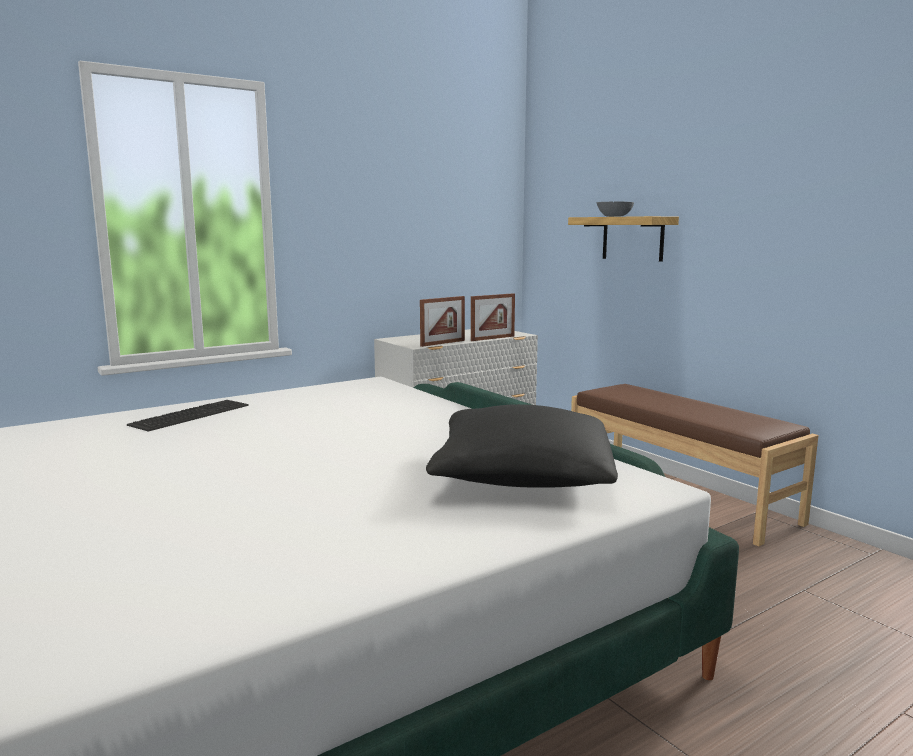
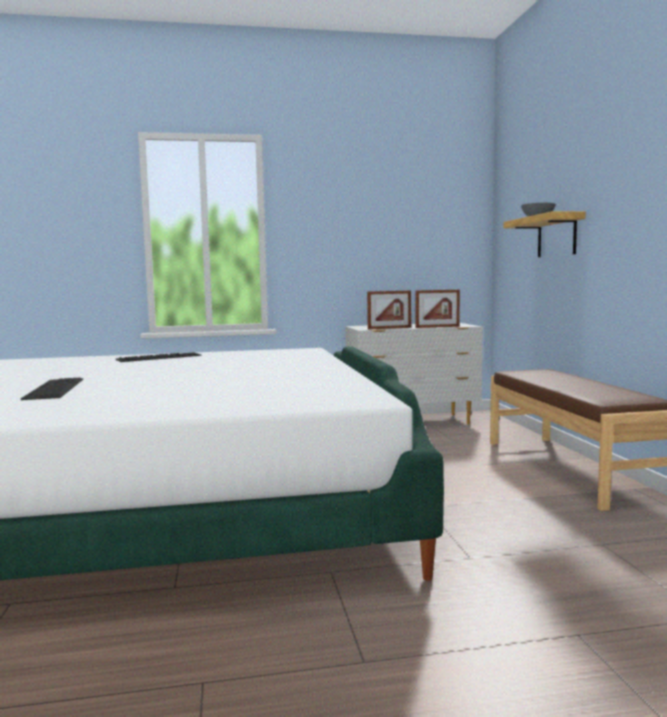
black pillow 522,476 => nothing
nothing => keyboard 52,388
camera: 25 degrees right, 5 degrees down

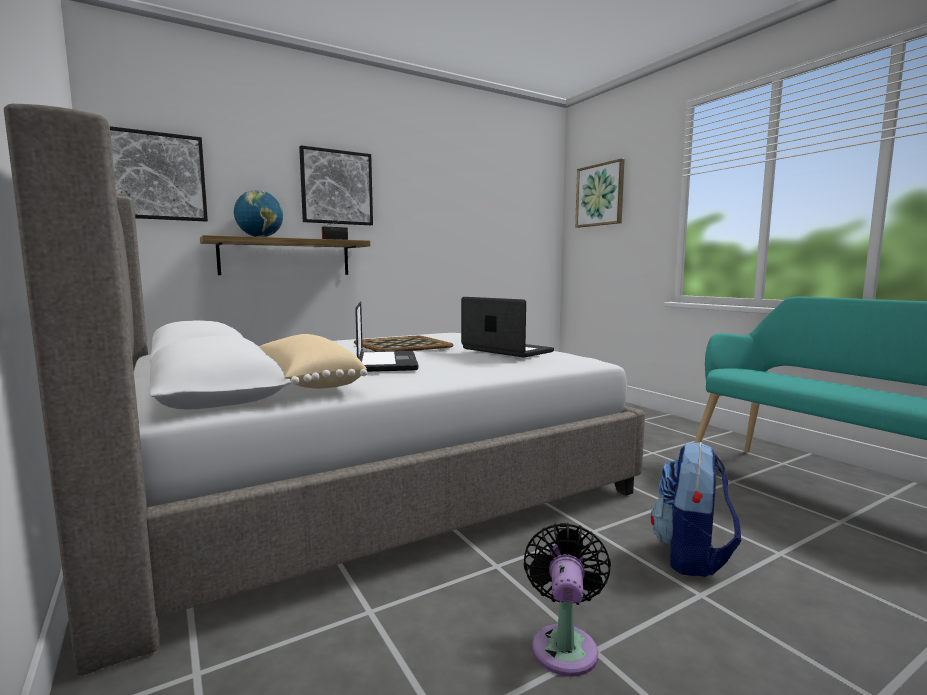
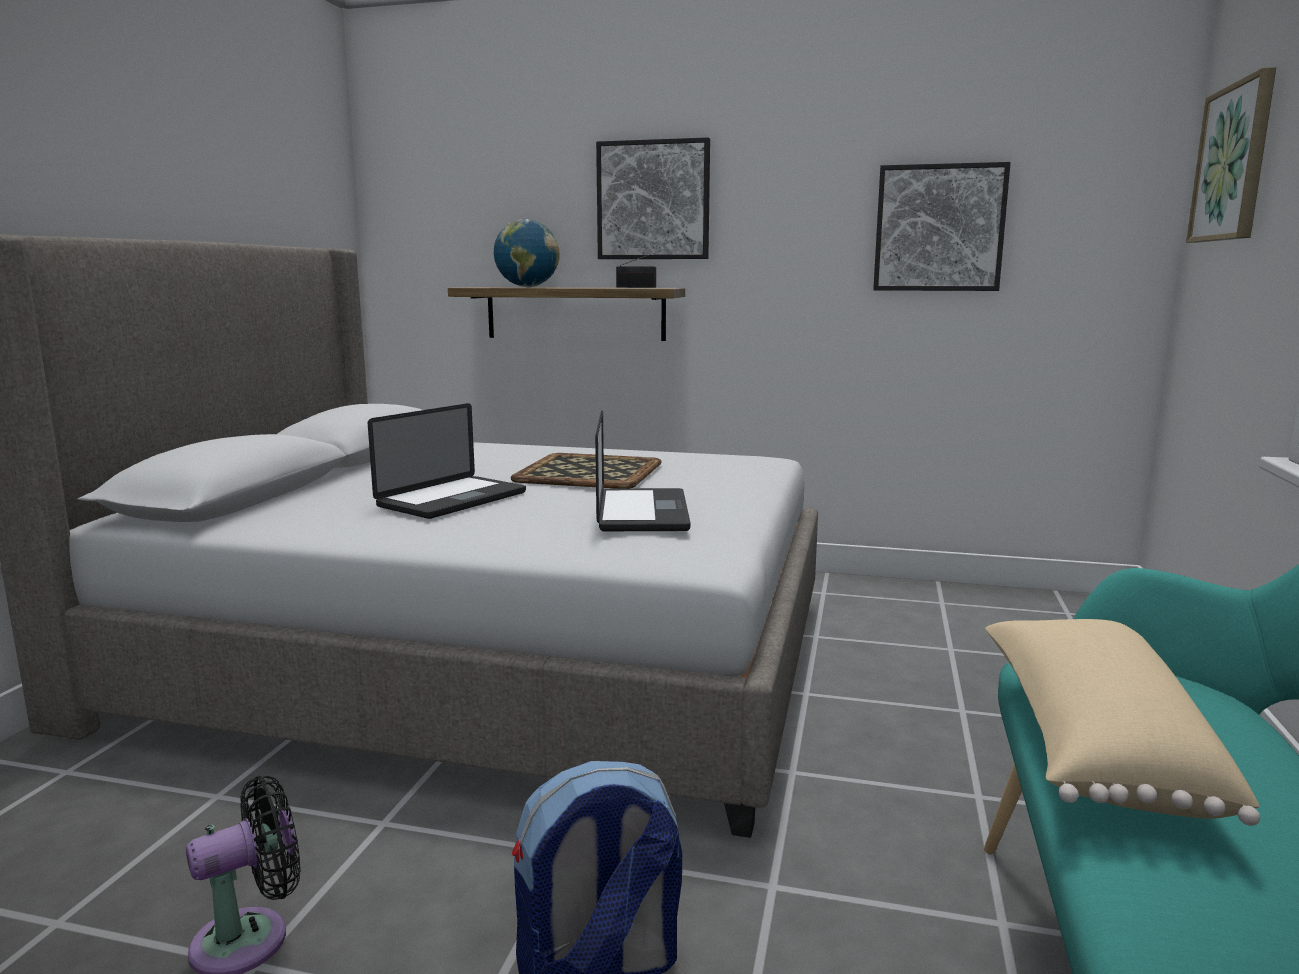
picture 157,176 => picture 939,228, relocated
beige pillow 304,382 => beige pillow 1090,745, relocated
camera: 45 degrees right, 5 degrees up

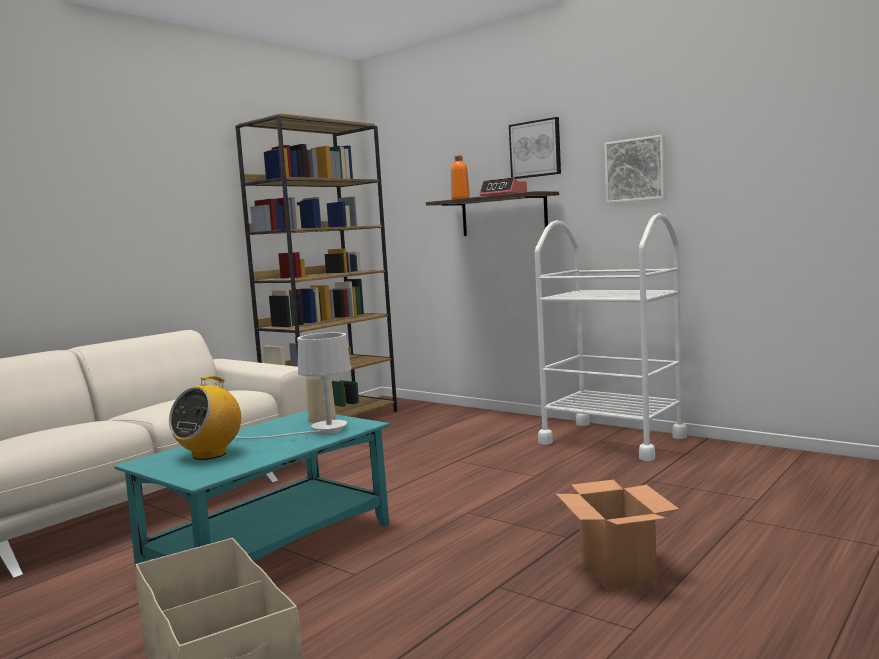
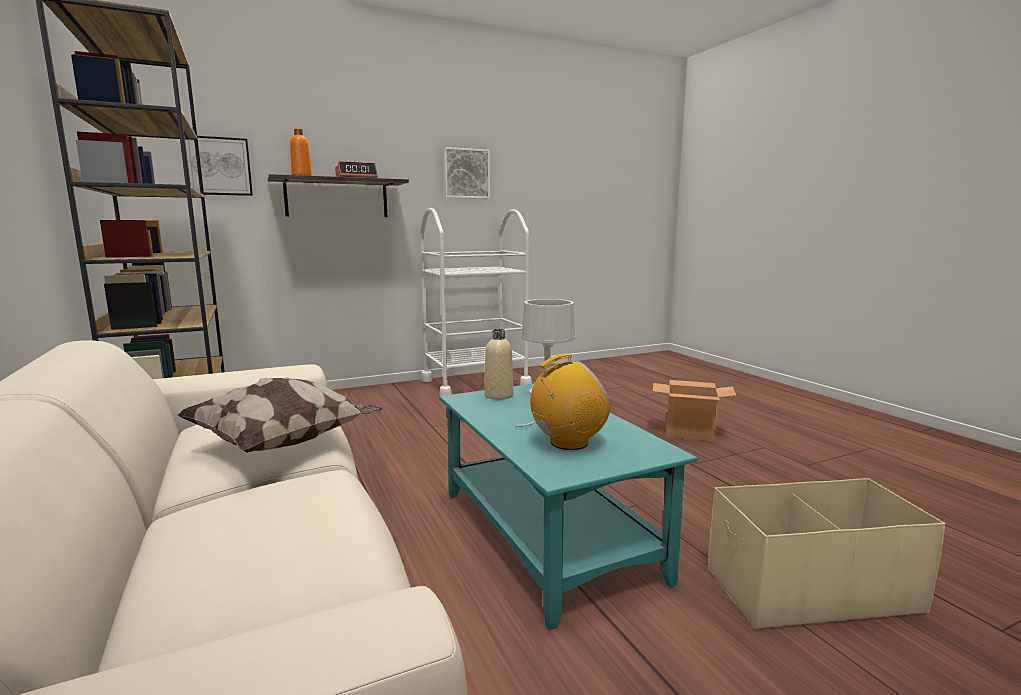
radio 210,454 => radio 568,442, 75 degrees counterclockwise
picture 535,149 => picture 218,166, relocated
nothing => pillow 285,443
camera: 65 degrees left, 5 degrees up

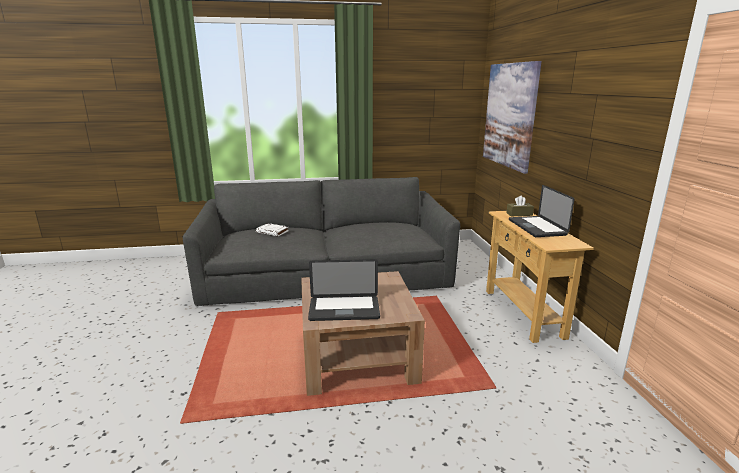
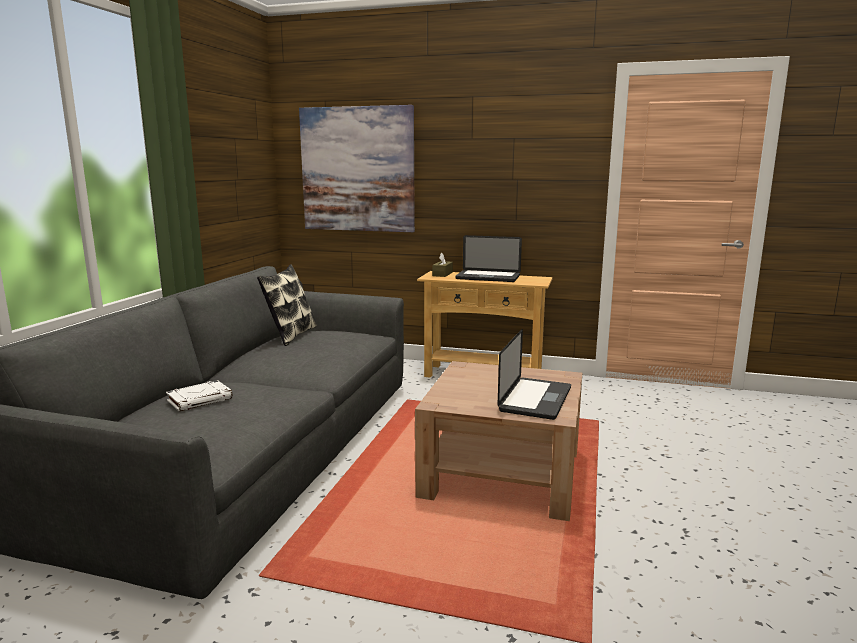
nothing => pillow 290,335
camera: 65 degrees left, 5 degrees down

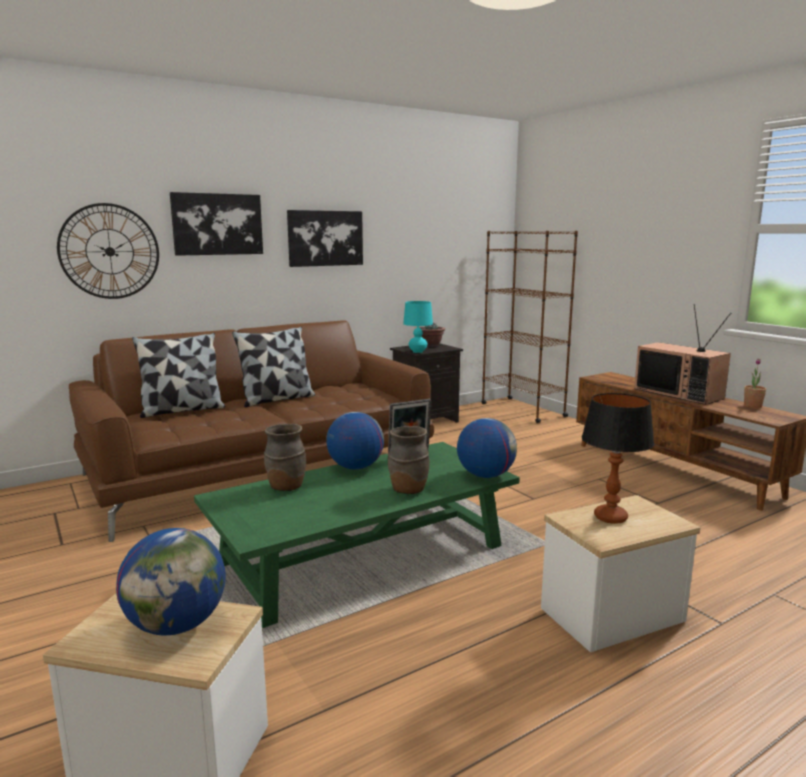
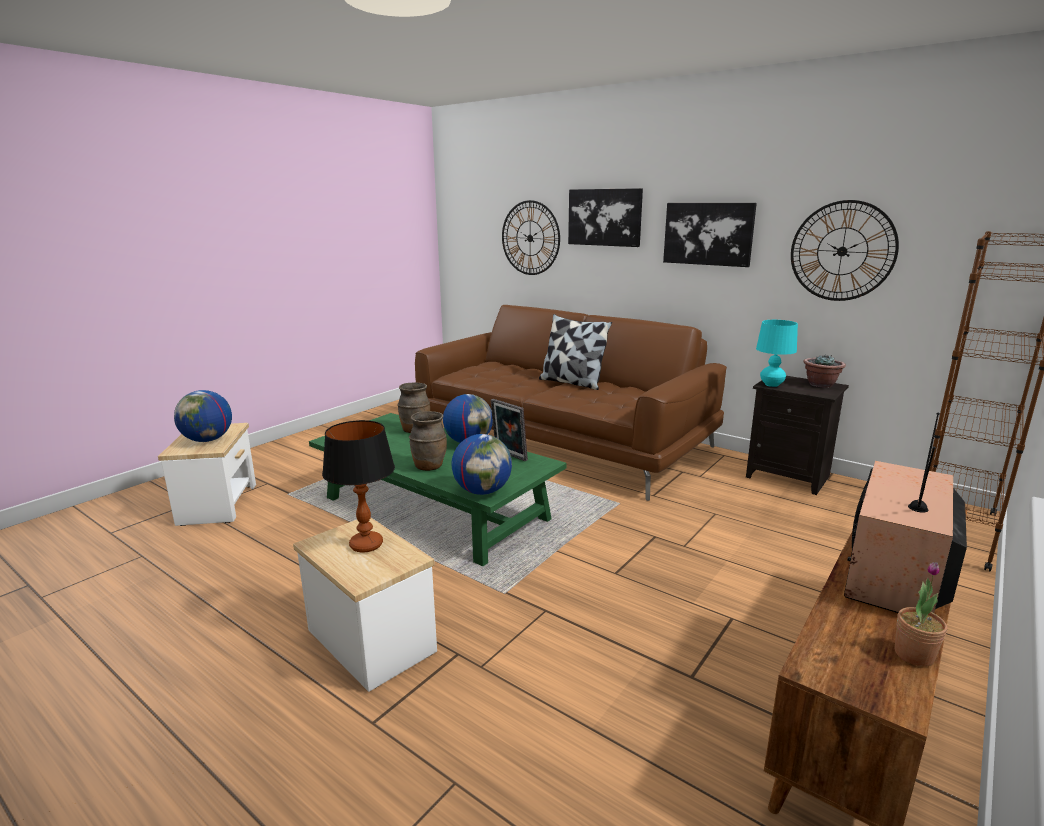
pillow 182,410 => nothing
nothing => wall clock 842,251
camera: 70 degrees right, 5 degrees up

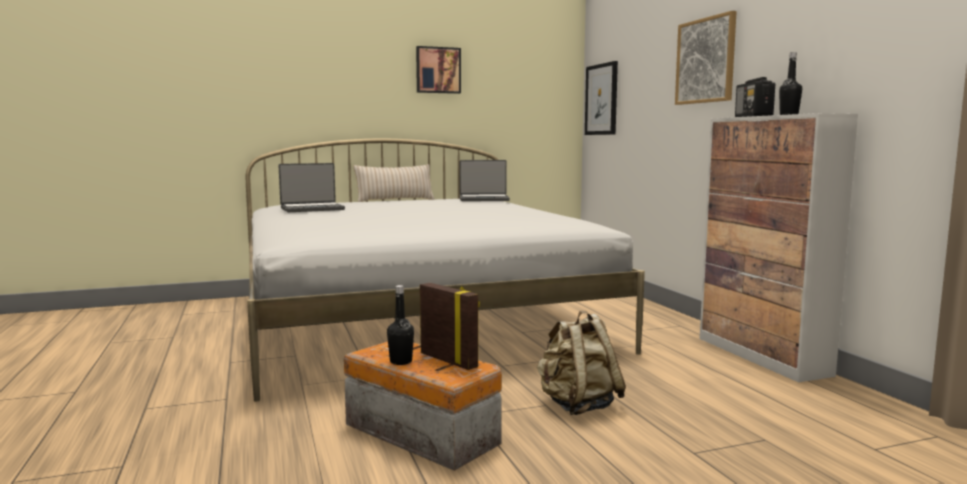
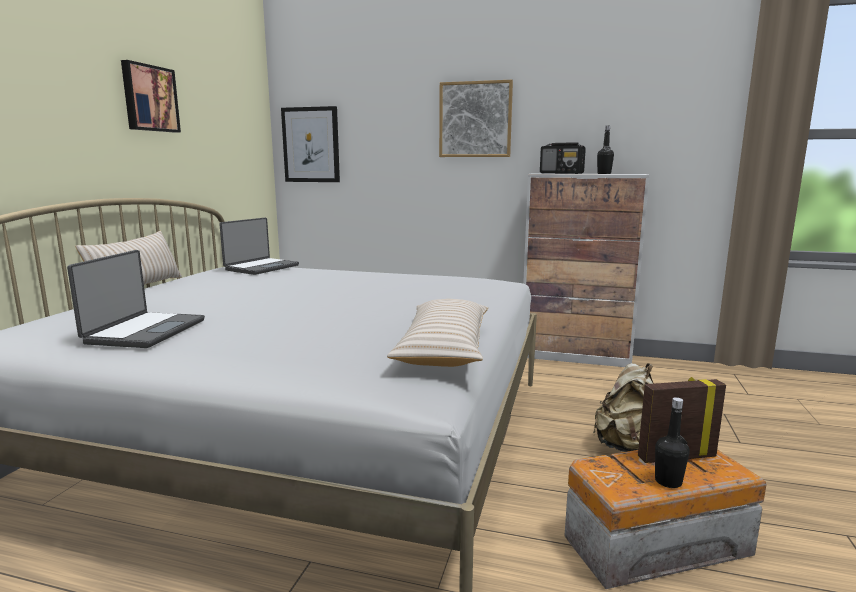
nothing => beige pillow 444,348
camera: 55 degrees left, 5 degrees up

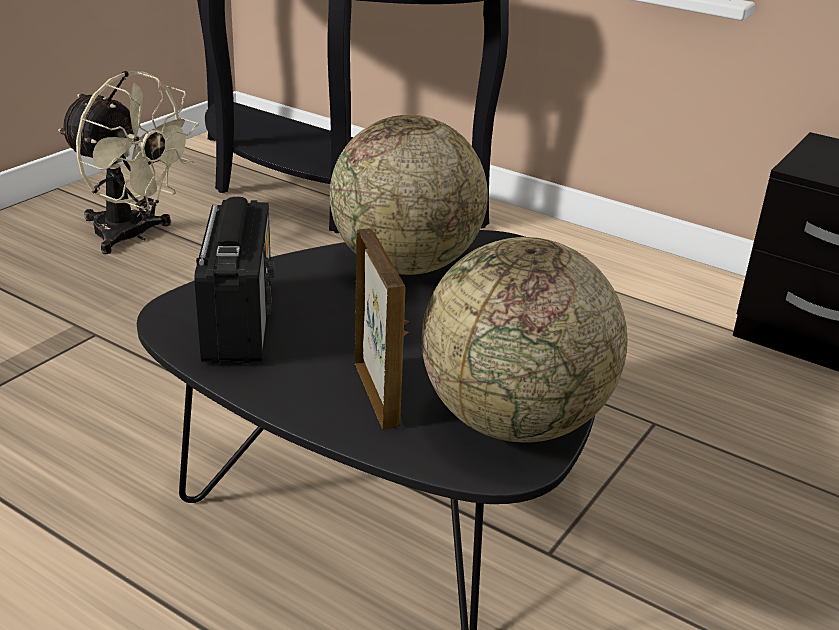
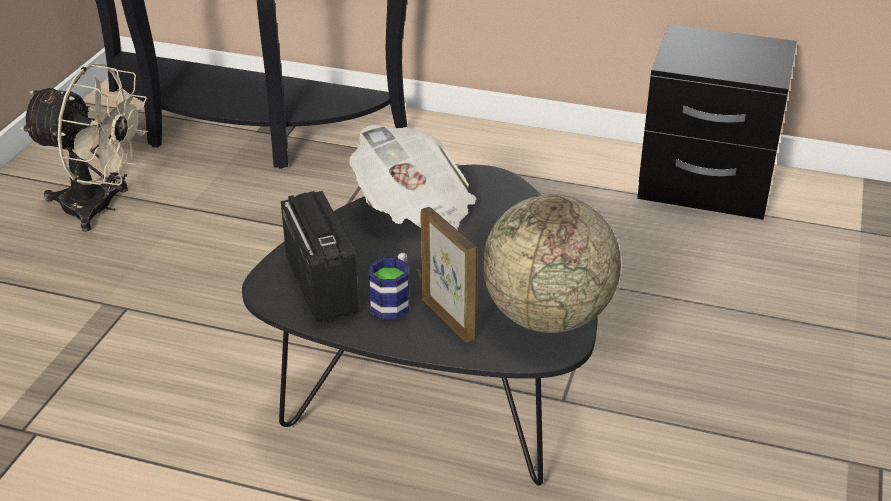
globe 406,265 => newspaper 414,210
nothing => mug 393,301
camera: 15 degrees left, 5 degrees up

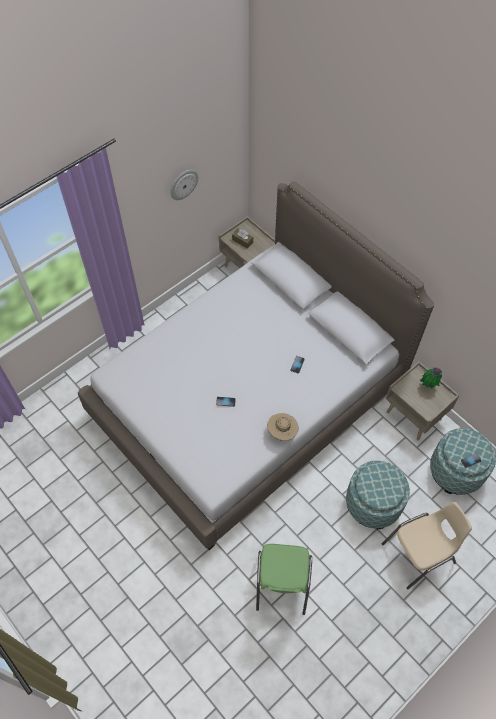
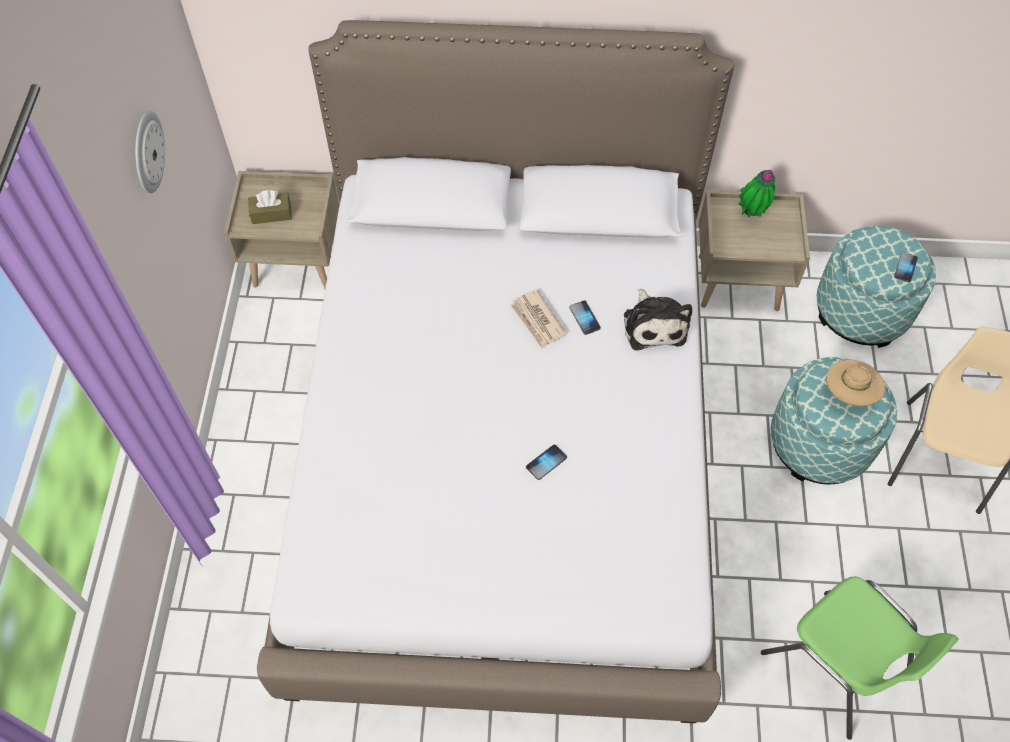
beige hat 282,431 => beige hat 849,393, relocated
nothing => newspaper 537,320
nothing => plush toy 654,324
camera: 45 degrees left, 0 degrees up

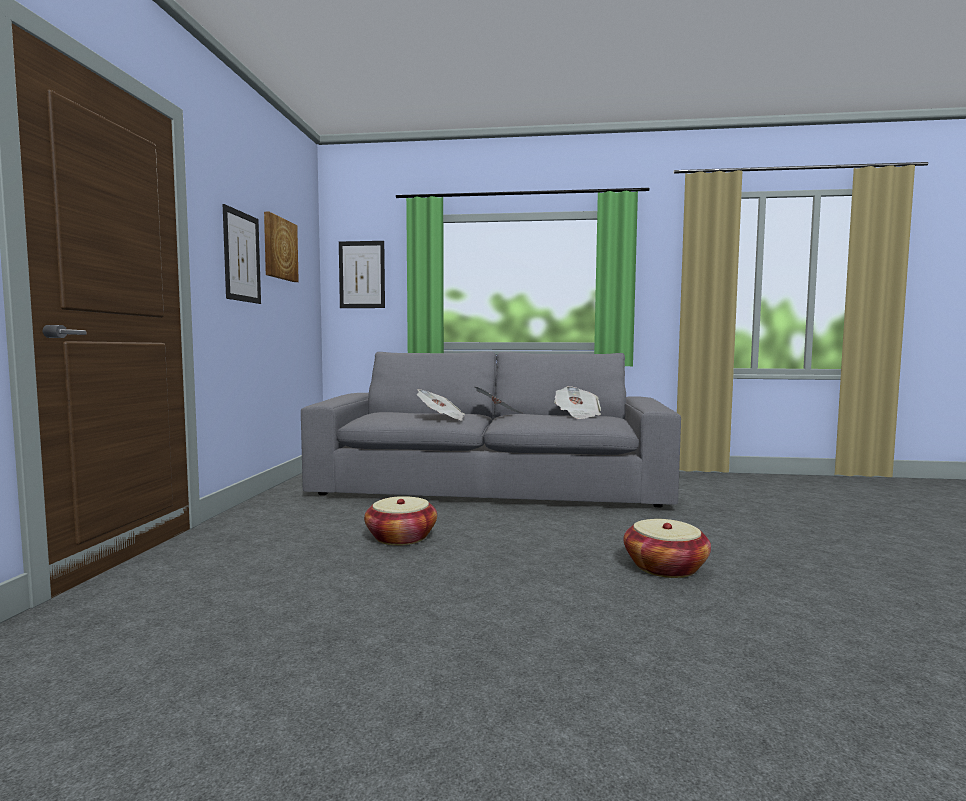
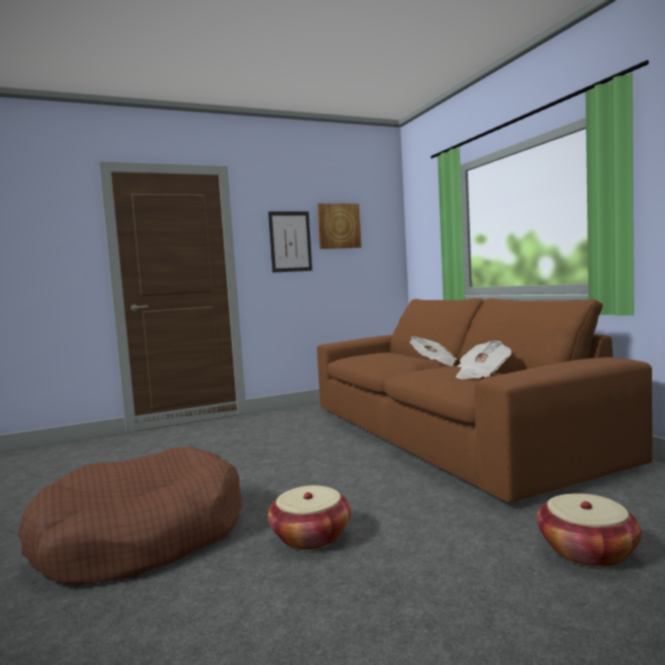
grey sofa 490,486 => brown sofa 443,434
picture 362,274 => nothing
basket 401,538 => basket 587,551, relocated
newspaper 441,418 => nothing
nothing => brown dog bed 141,537
camera: 60 degrees right, 0 degrees up

